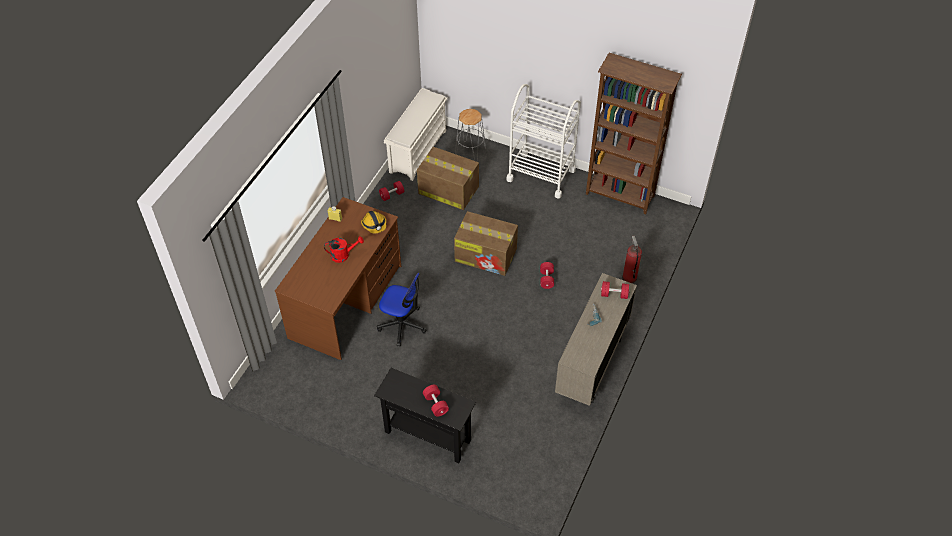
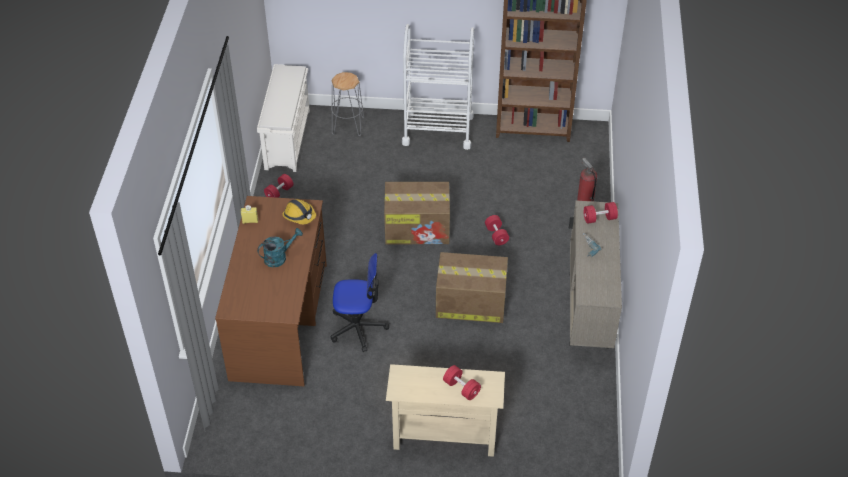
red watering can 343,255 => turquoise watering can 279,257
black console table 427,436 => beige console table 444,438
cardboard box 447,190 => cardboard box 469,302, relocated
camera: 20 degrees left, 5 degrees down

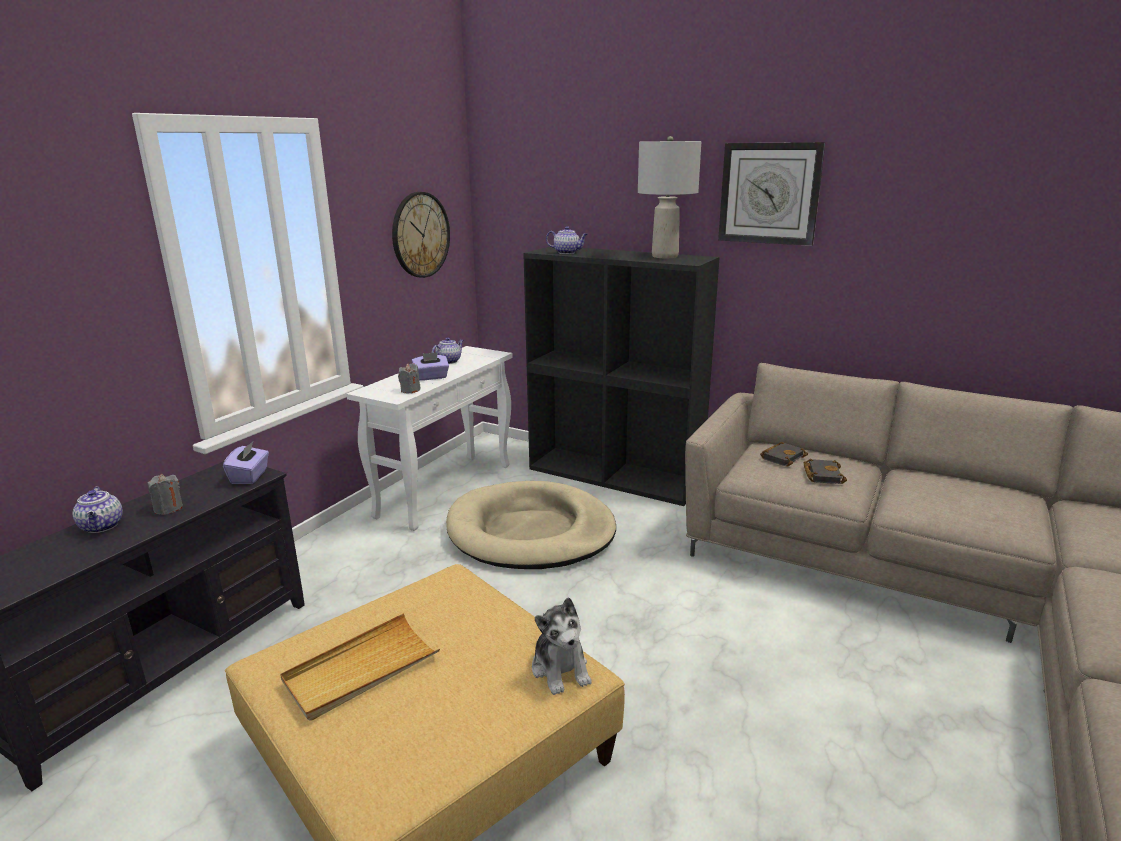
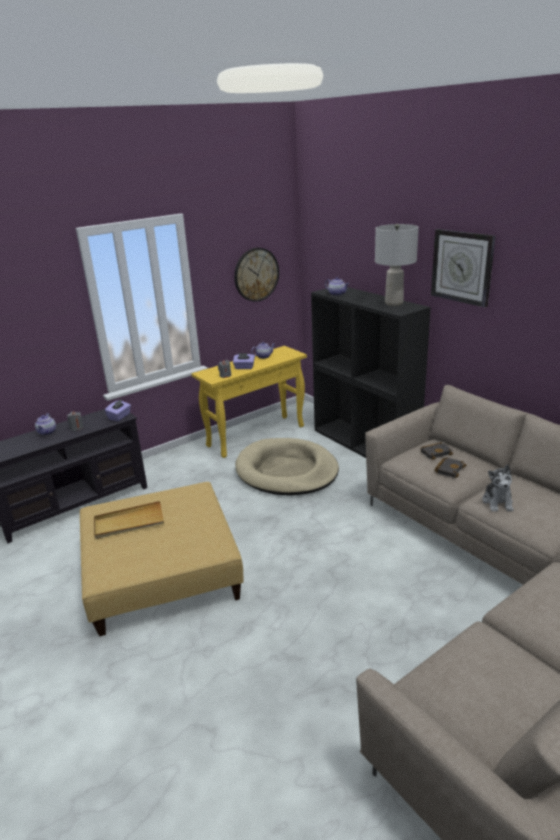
white console table 446,490 => yellow console table 256,436
plush toy 560,669 => plush toy 497,502, relocated
camera: 25 degrees right, 5 degrees up

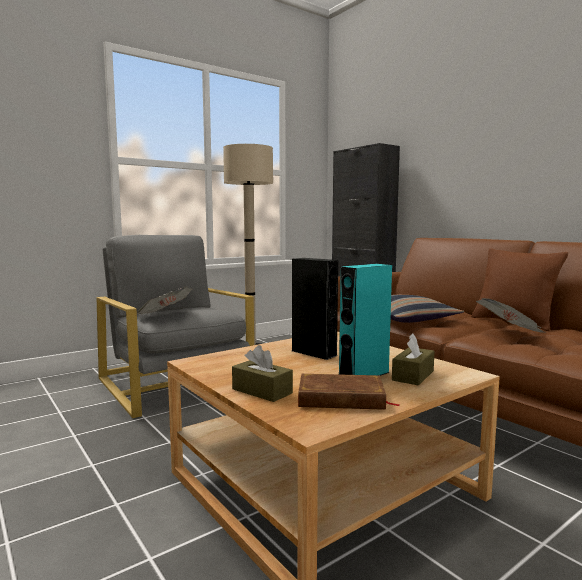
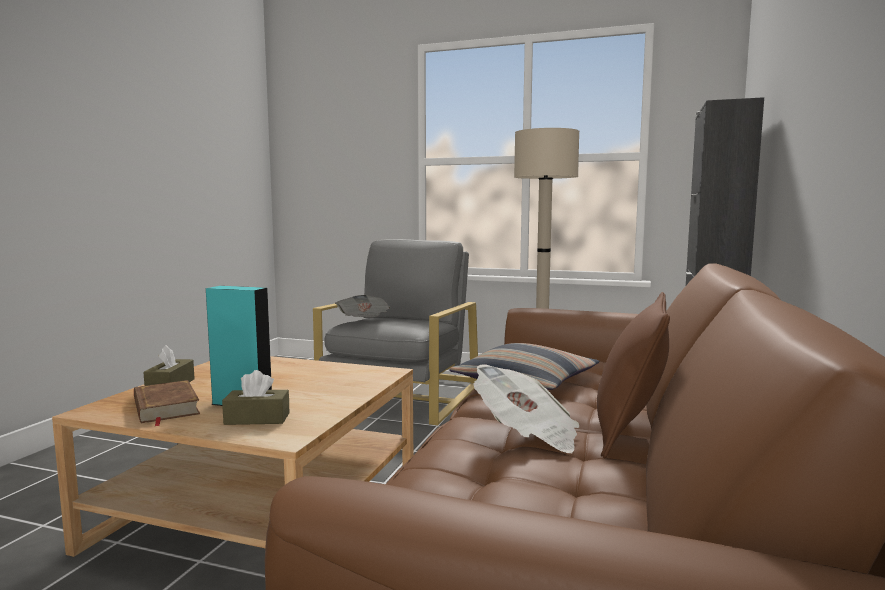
black speaker 314,353 => nothing
camera: 55 degrees right, 0 degrees up

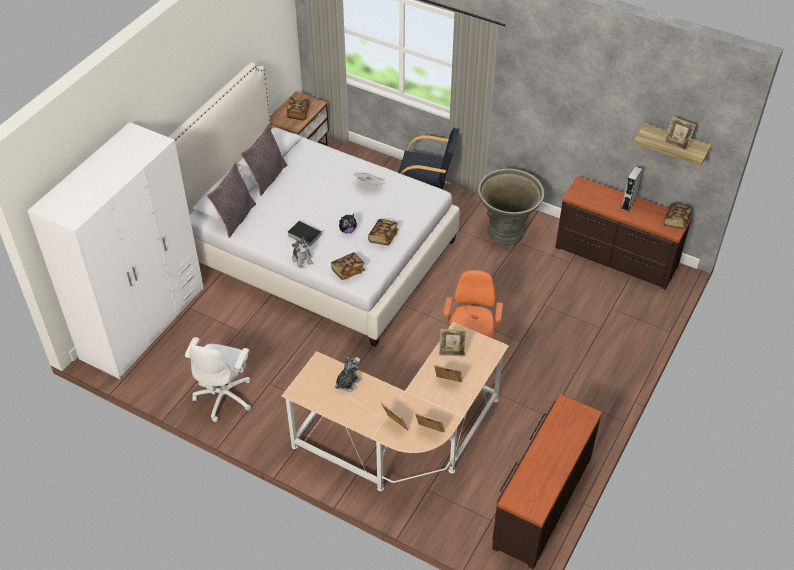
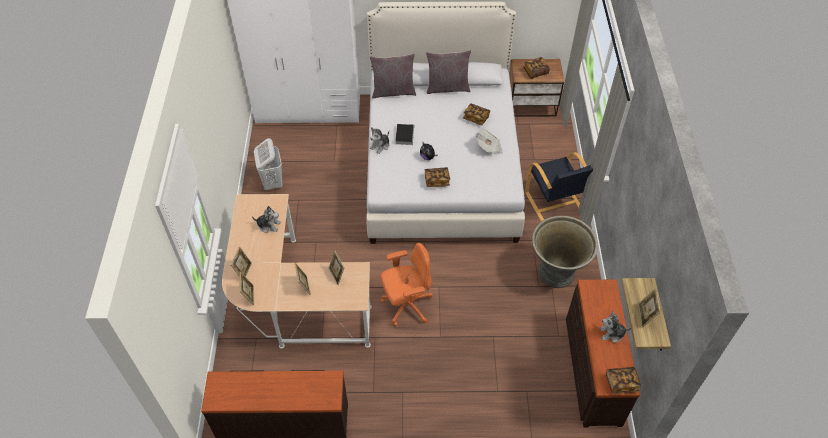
white office chair 225,396 => white laundry basket 272,182
book 348,271 => book 476,118, relocated
grey speaker 628,204 => plush toy 612,334
camera: 60 degrees right, 5 degrees up

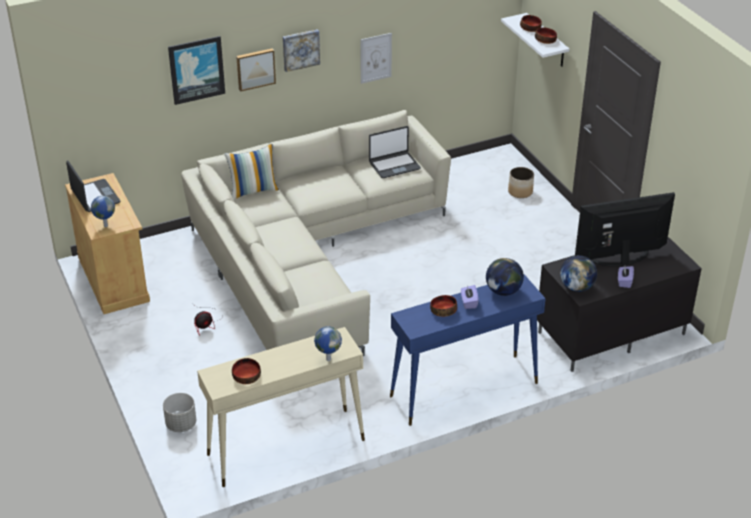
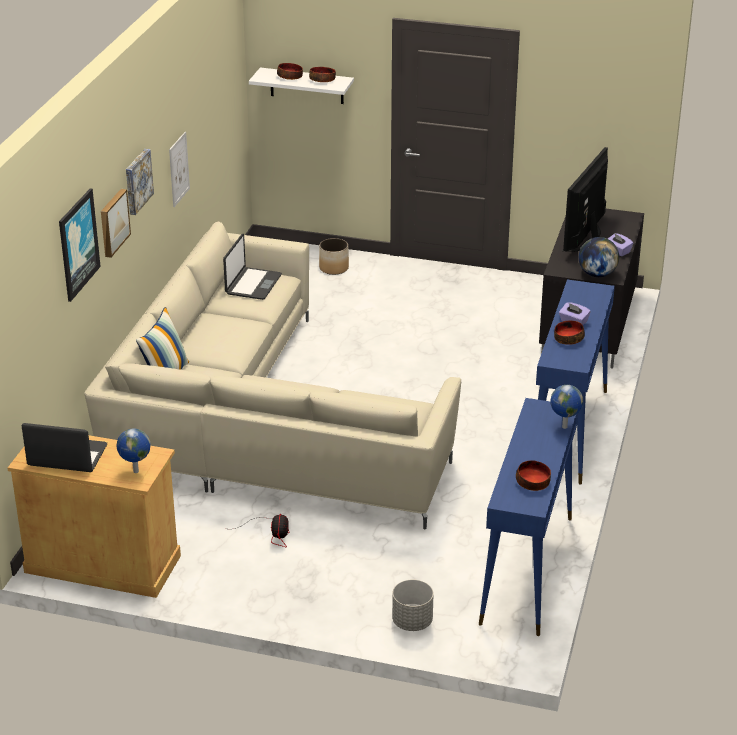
beige console table 285,447 => blue console table 527,570
globe 503,291 => nothing
camera: 50 degrees left, 5 degrees down

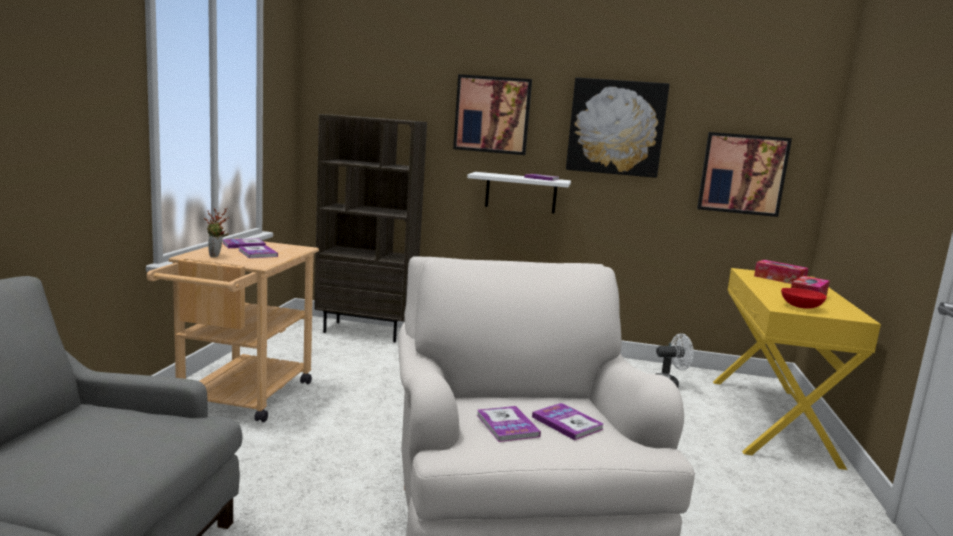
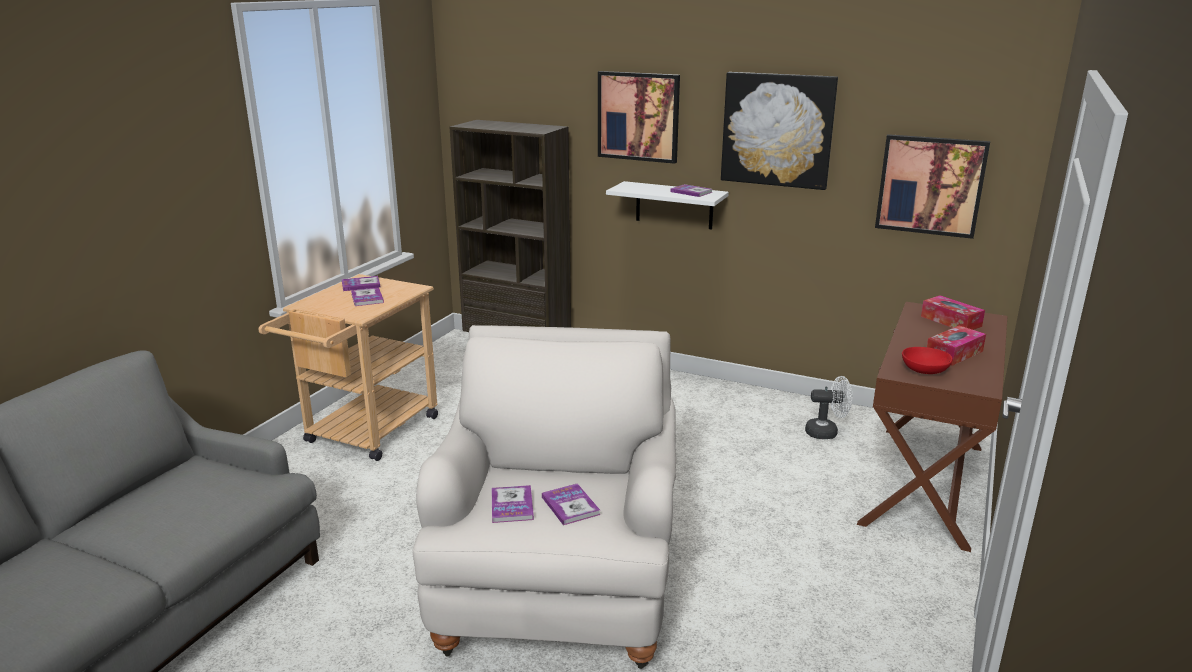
potted plant 217,256 => nothing
yellow console table 772,420 => brown console table 924,484
camera: 15 degrees right, 10 degrees up

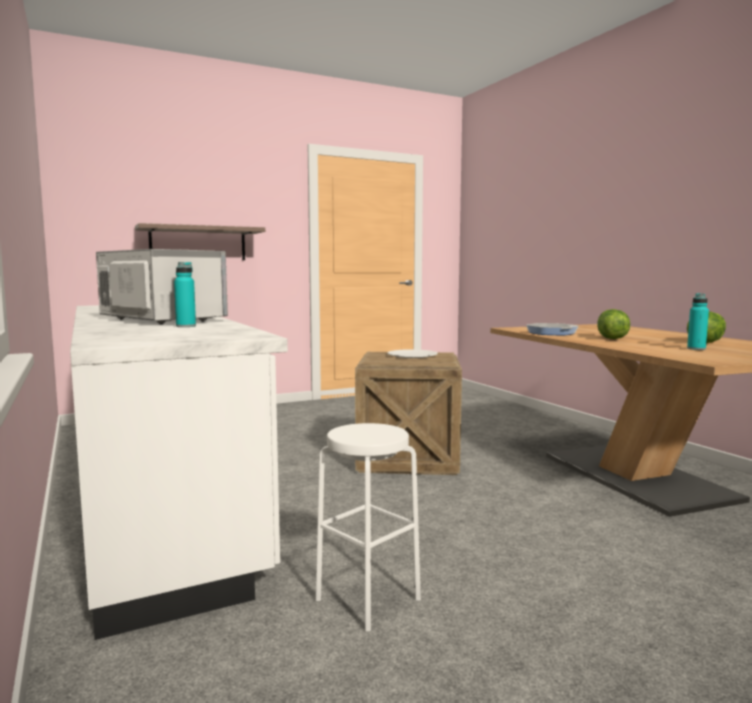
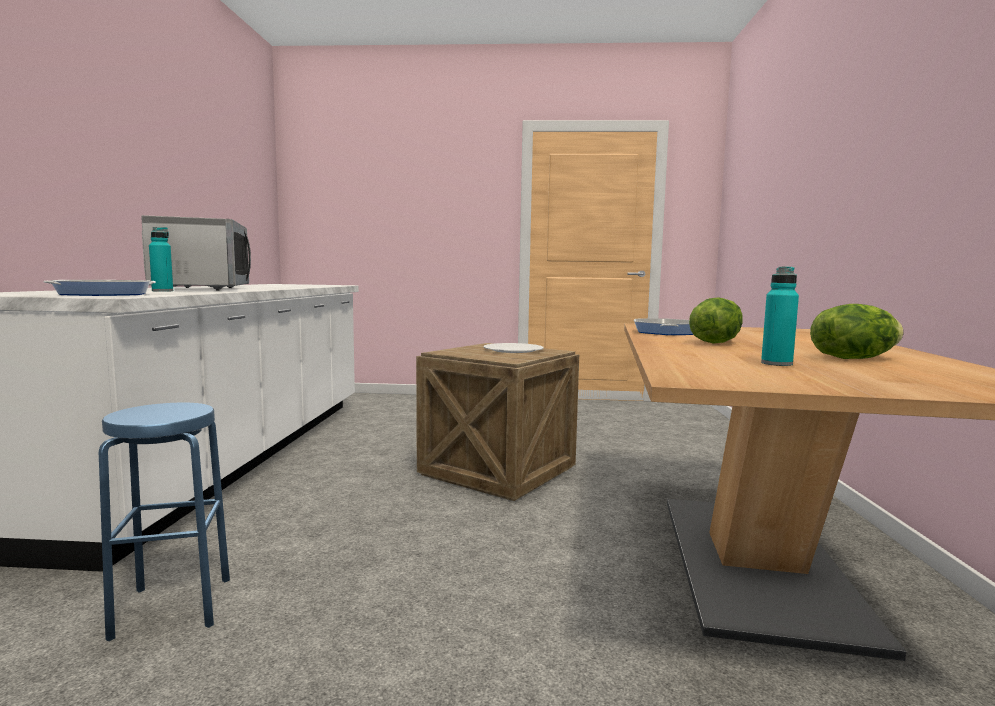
shelf 198,243 => nothing
white stool 367,599 => blue stool 172,607
nothing => frying pan 104,294
camera: 30 degrees right, 0 degrees up

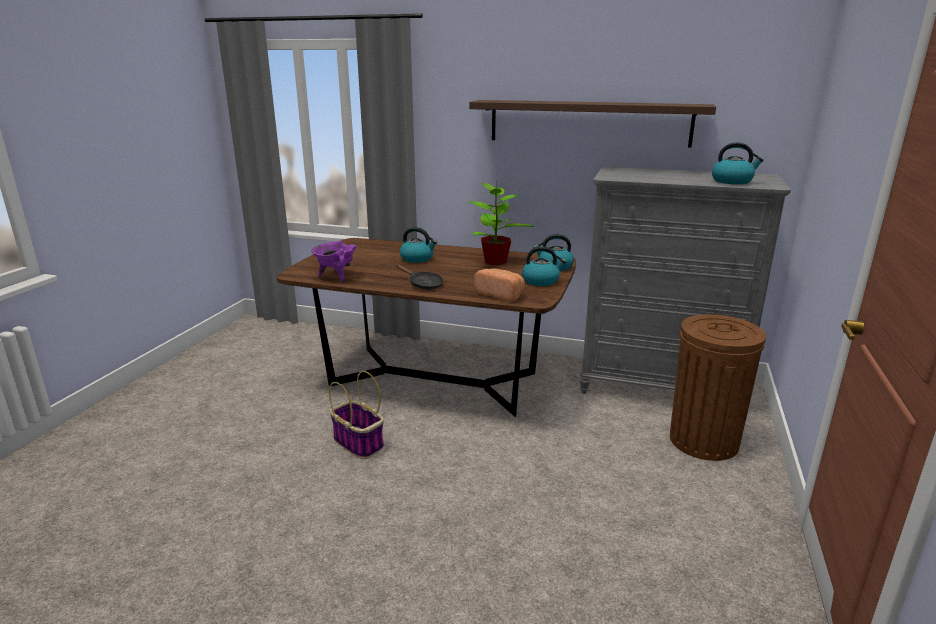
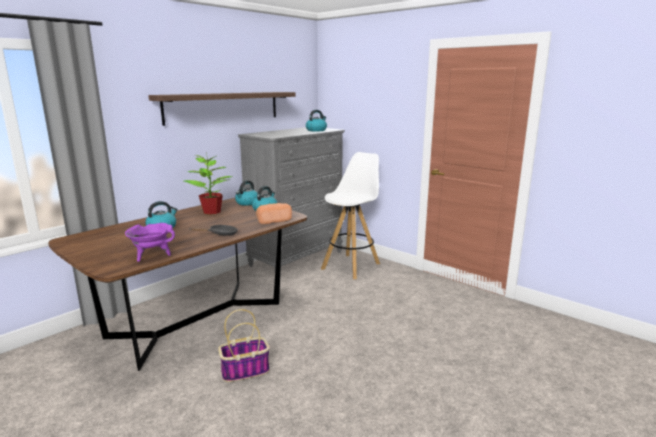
brown trash can 704,441 => white stool 351,266
camera: 65 degrees left, 5 degrees down

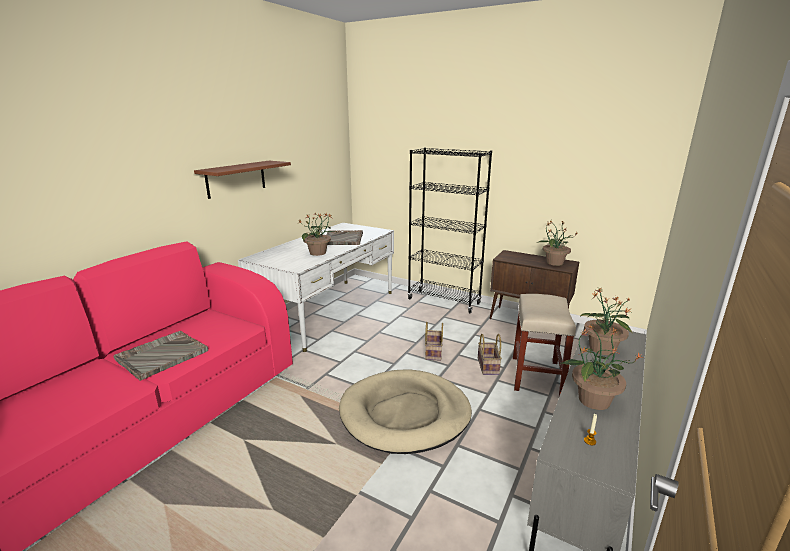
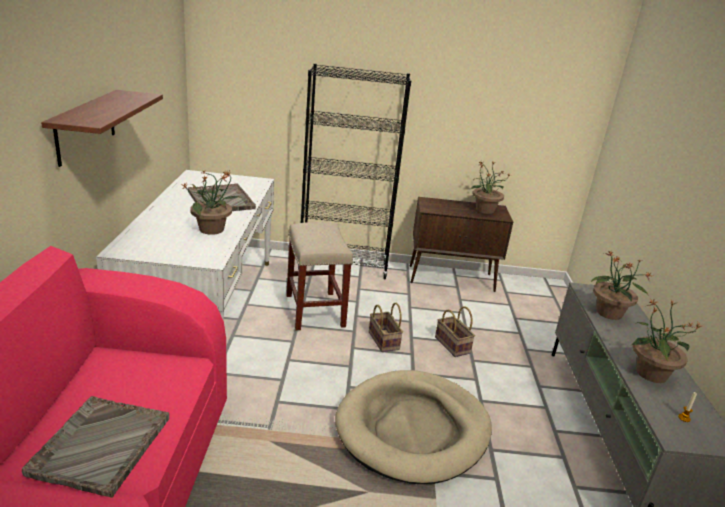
beige stool 537,376 => beige stool 315,311, relocated
camera: 30 degrees left, 5 degrees up

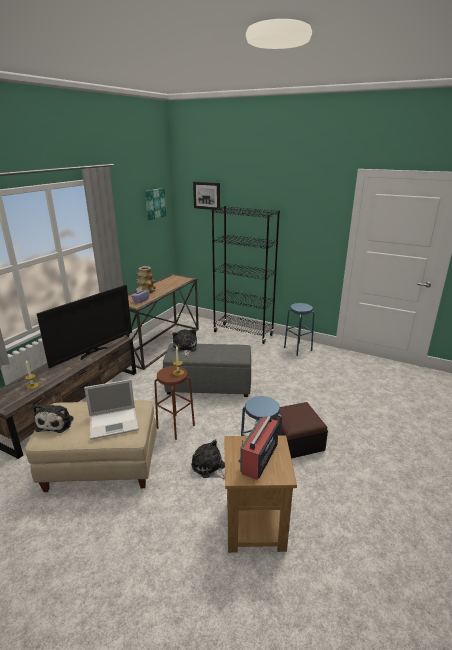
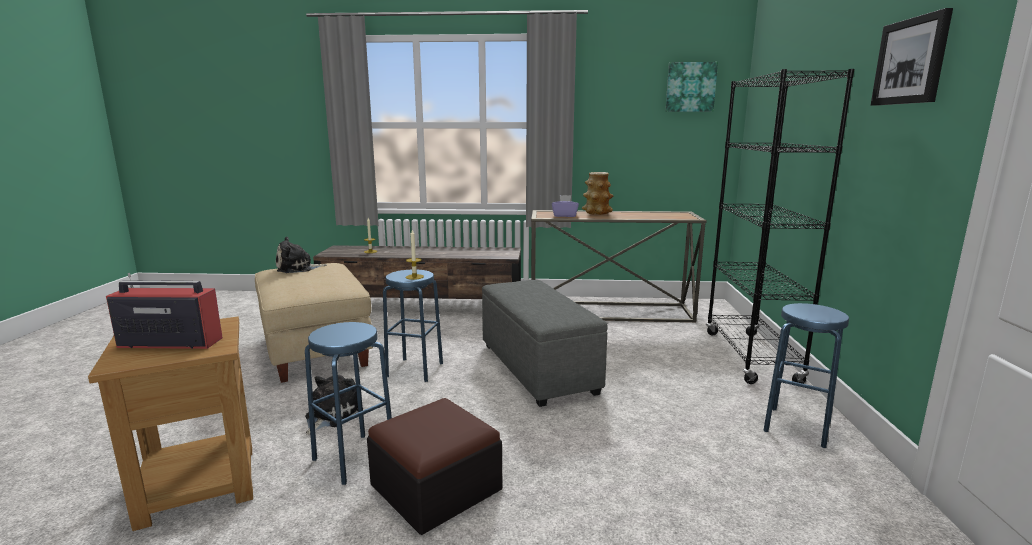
television 93,352 => nothing
laptop 114,423 => nothing
brown stool 175,426 => blue stool 415,370
plush toy 185,348 => nothing
picture 207,195 => picture 911,61, relocated
camera: 65 degrees right, 10 degrees down

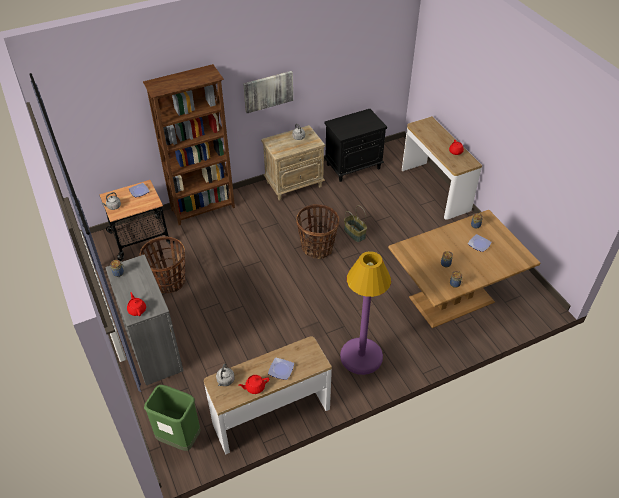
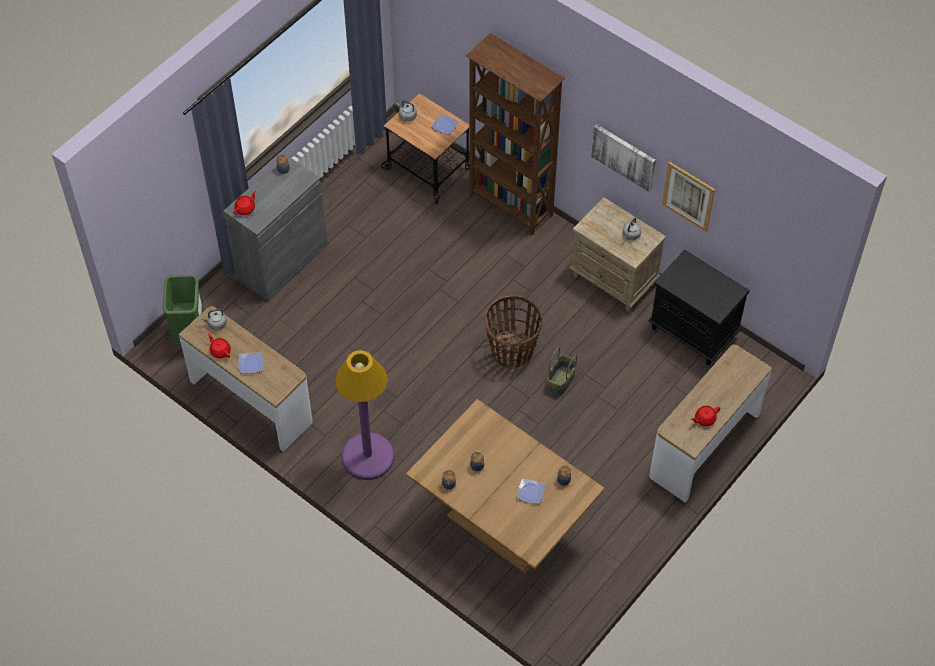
basket 168,282 => nothing
nothing => picture 688,196
camera: 65 degrees right, 10 degrees up

